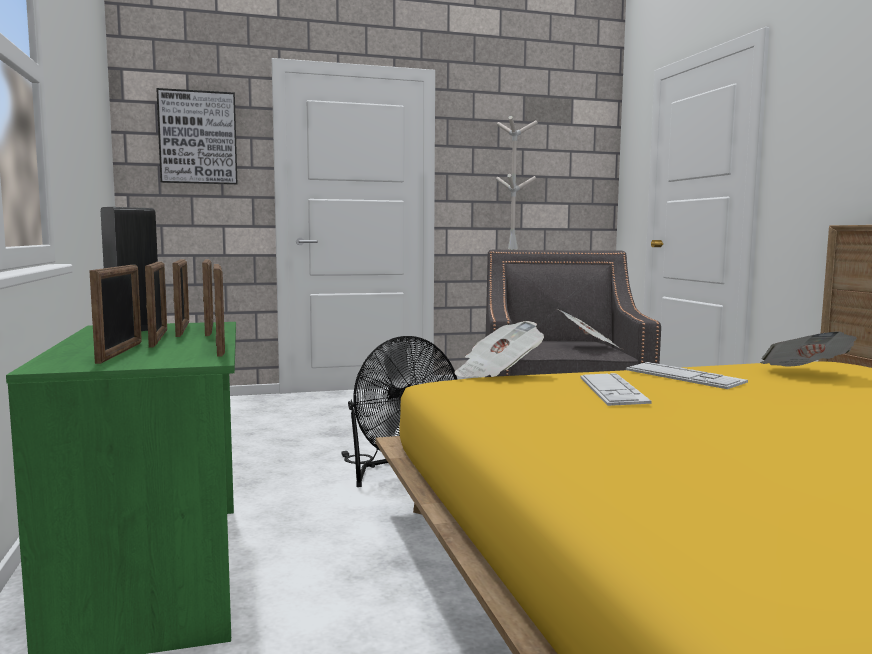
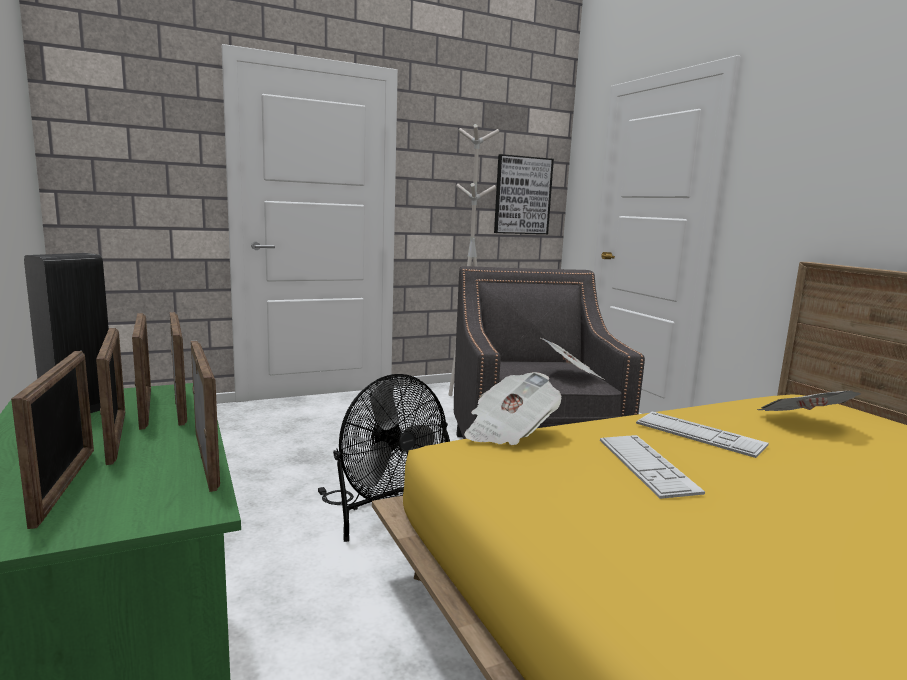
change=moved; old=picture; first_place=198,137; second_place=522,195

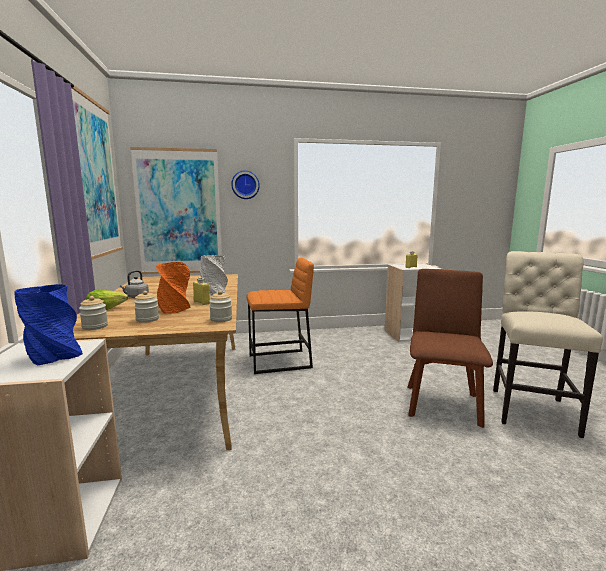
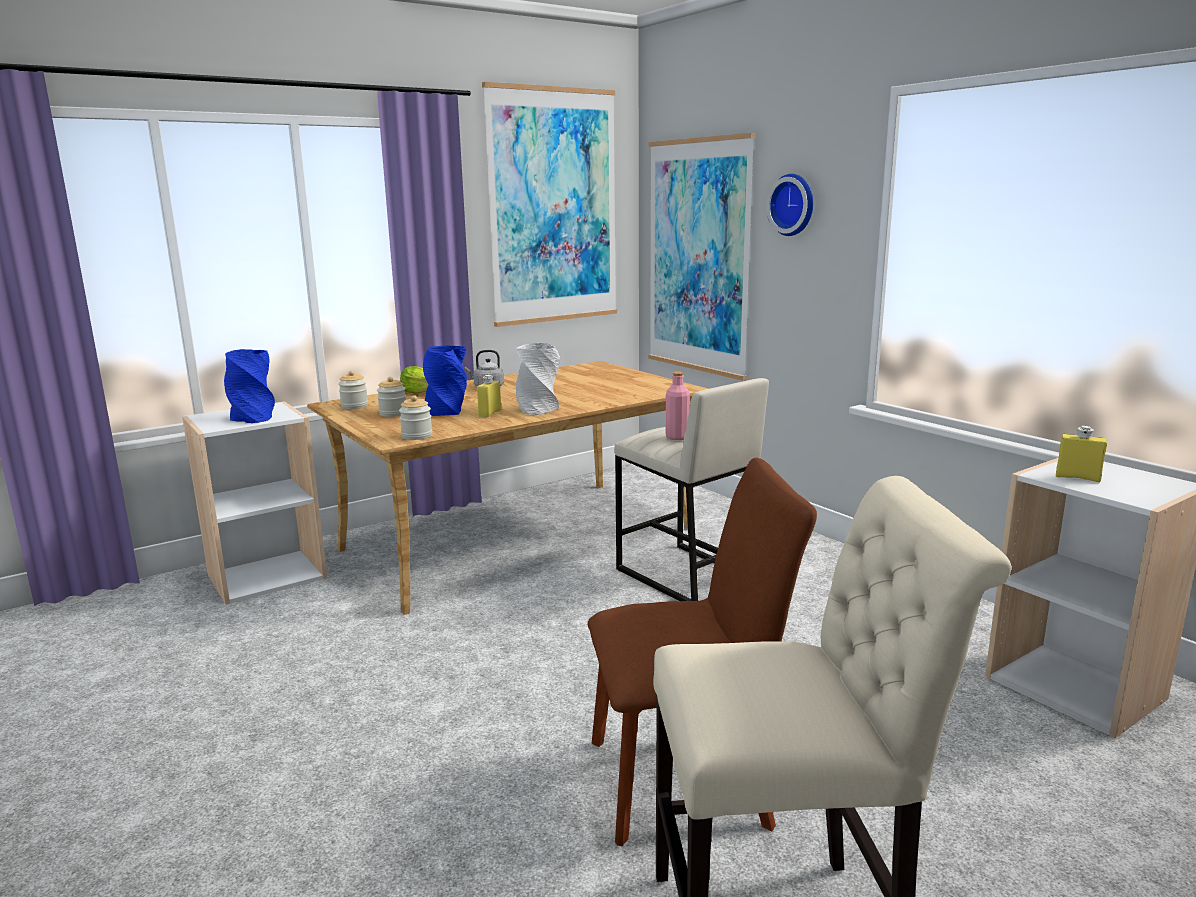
change=recoloured; old=vase/orange; new=vase/blue; first_place=174,309; second_place=447,411
change=recoloured; old=stool/orange; new=stool/beige; first_place=280,361; second_place=687,574
change=added; new=bottle/pink; second_place=677,437

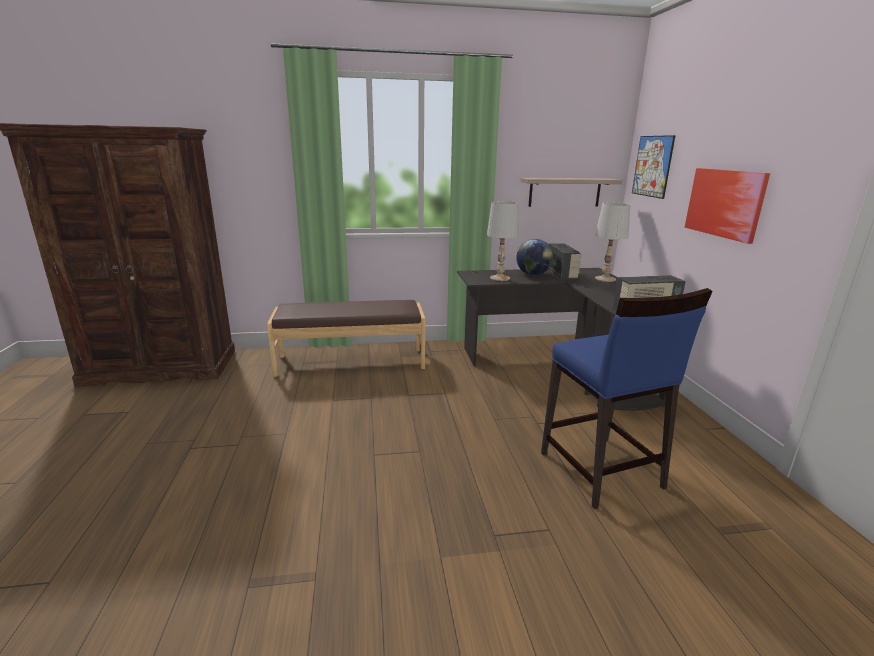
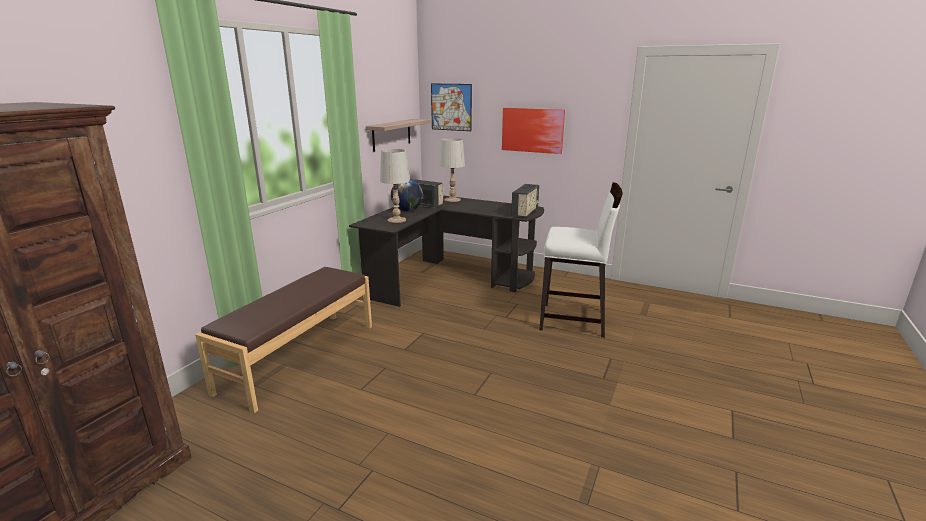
change=recoloured; old=stool/blue; new=stool/white; first_place=600,471; second_place=573,320

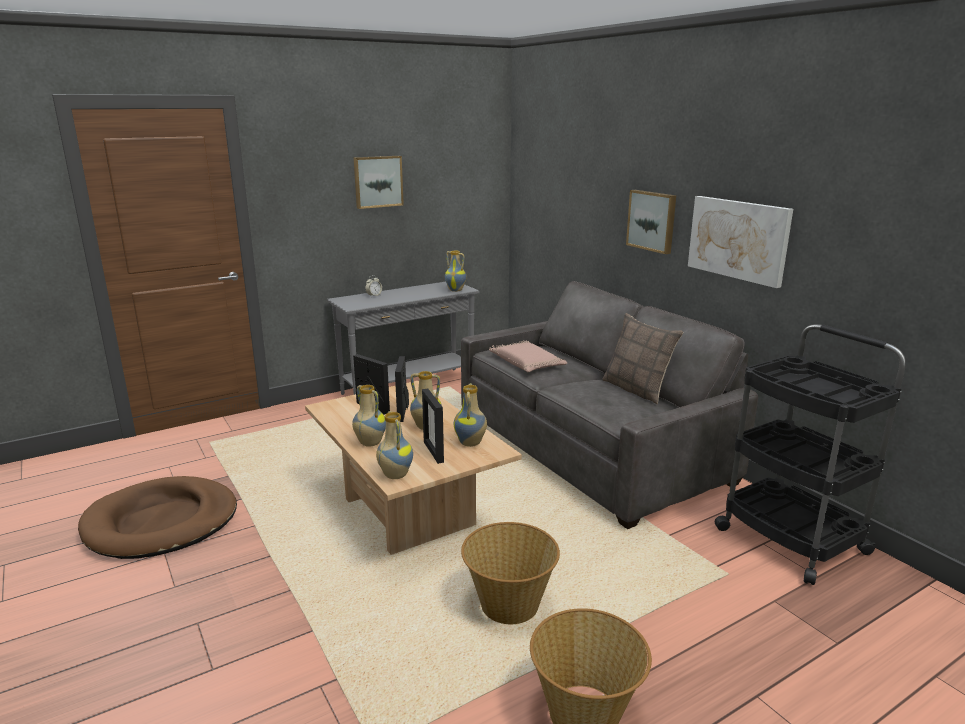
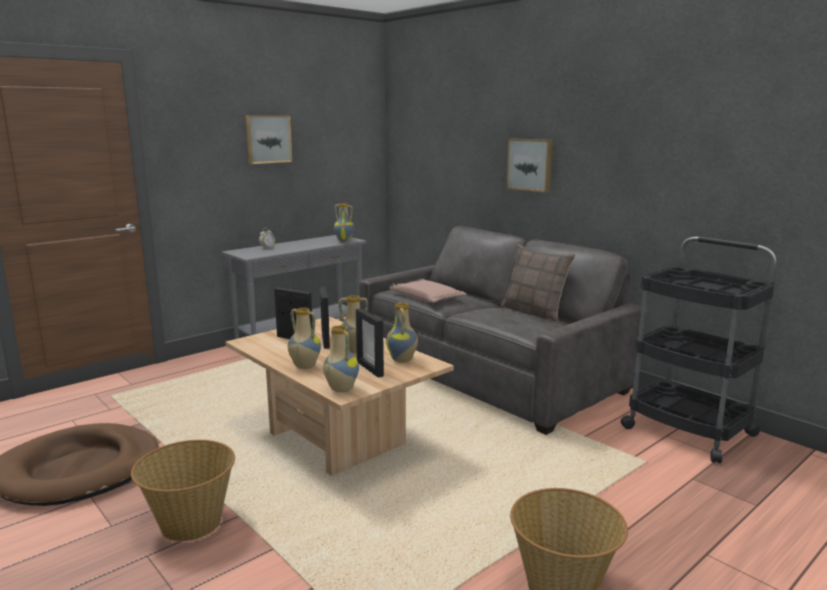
change=moved; old=basket; first_place=509,606; second_place=190,524
change=removed; old=picture; first_place=738,239

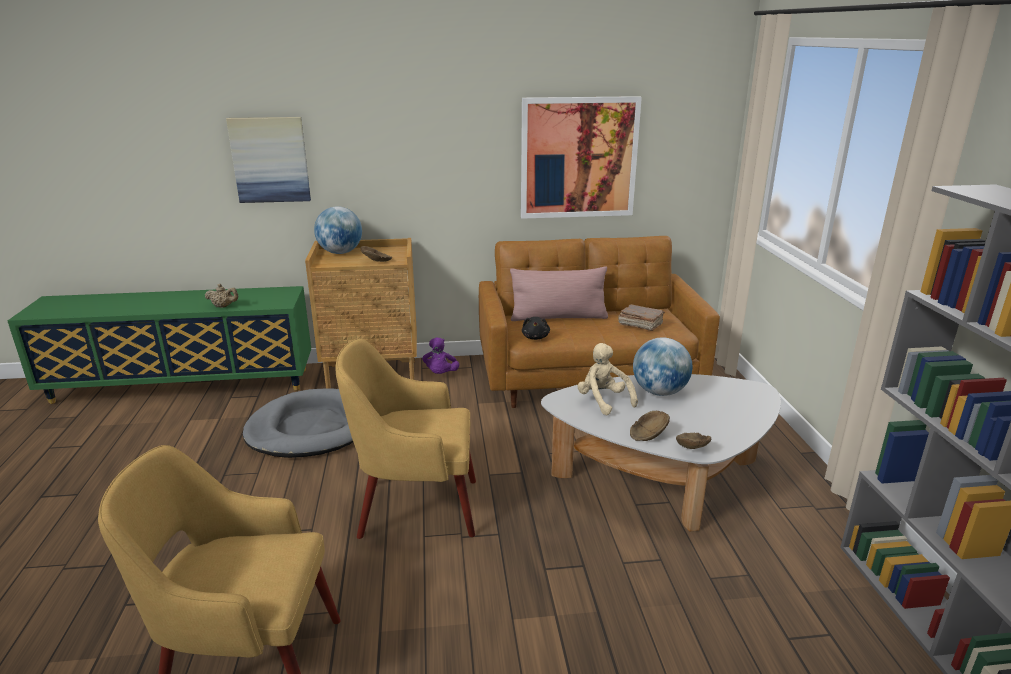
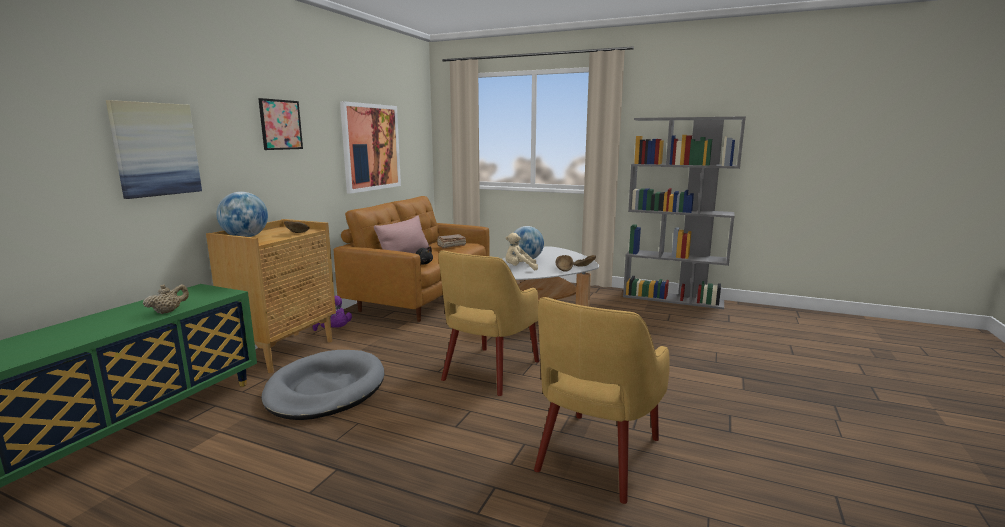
change=added; new=picture; second_place=281,124

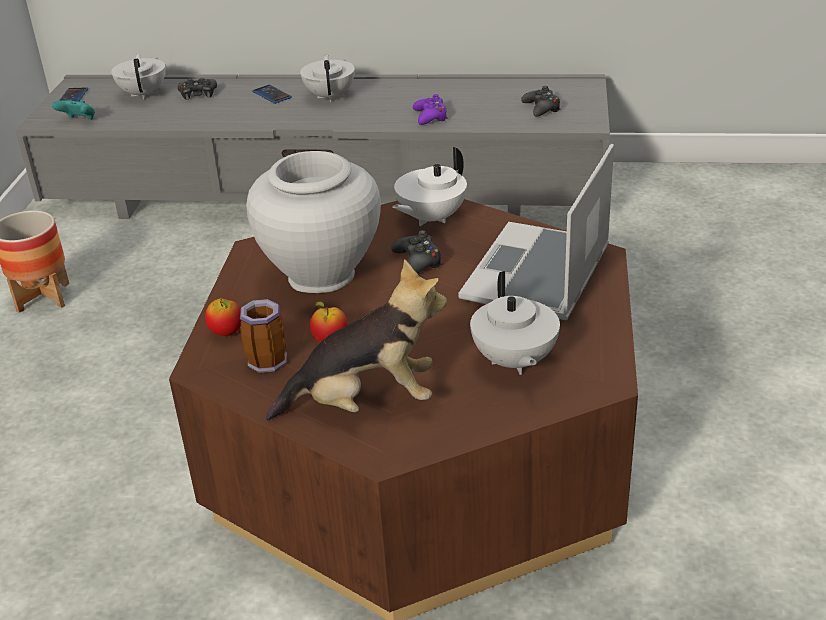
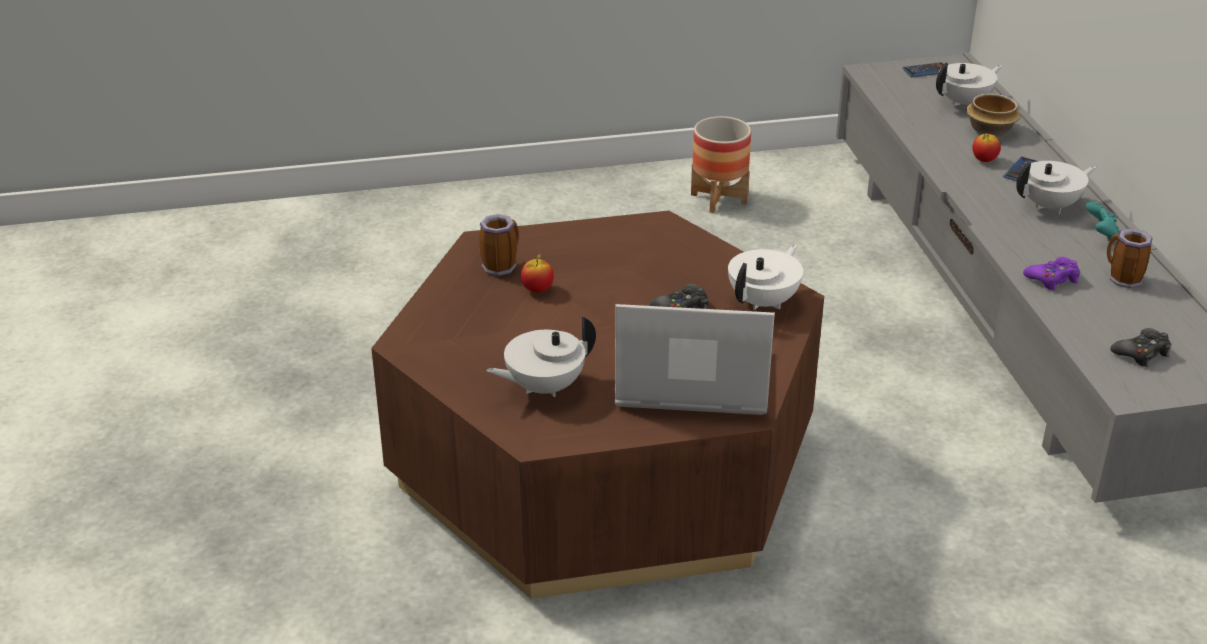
change=moved; old=game controller/turquoise; first_place=78,121; second_place=1101,235
change=replaced; old=game controller/black; new=bowl; first_place=198,94; second_place=989,130
change=moved; old=apple; first_place=226,333; second_place=984,160
change=removed; old=vase/white; first_place=321,276
change=removed; old=plush toy; first_place=366,402
change=turned; old=teapot/white; first_place=430,218; second_place=764,301; degrees=105
change=added; new=mug; second_place=1121,279

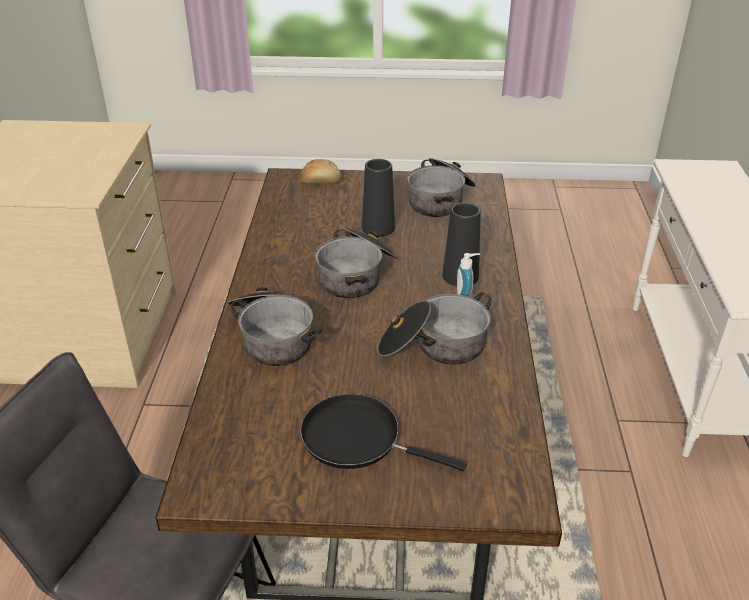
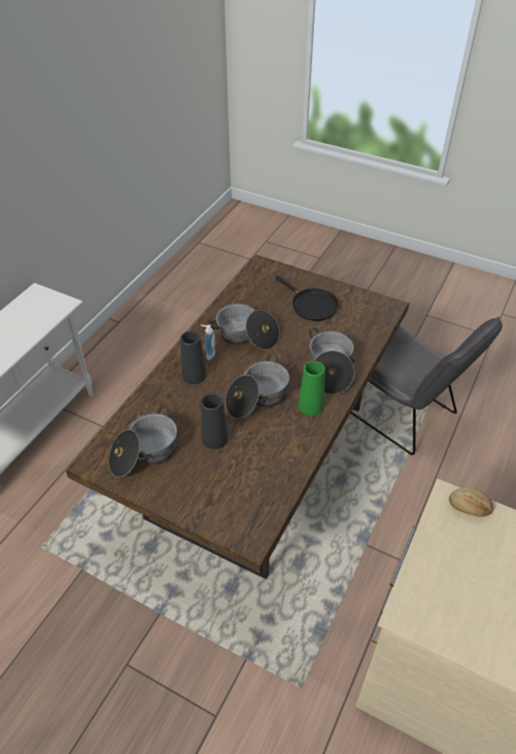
change=moved; old=bread; first_place=320,181; second_place=469,508
change=added; new=vase/green; second_place=310,406

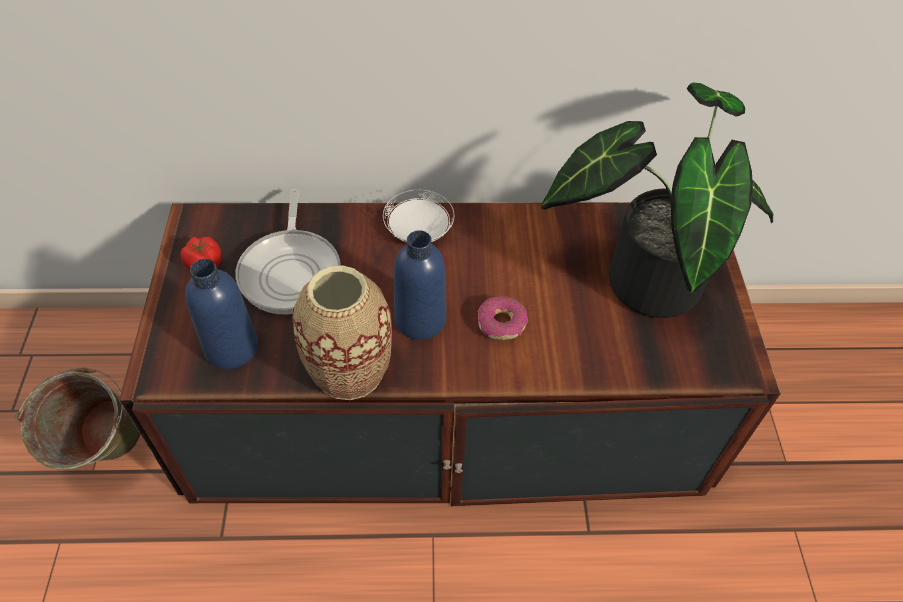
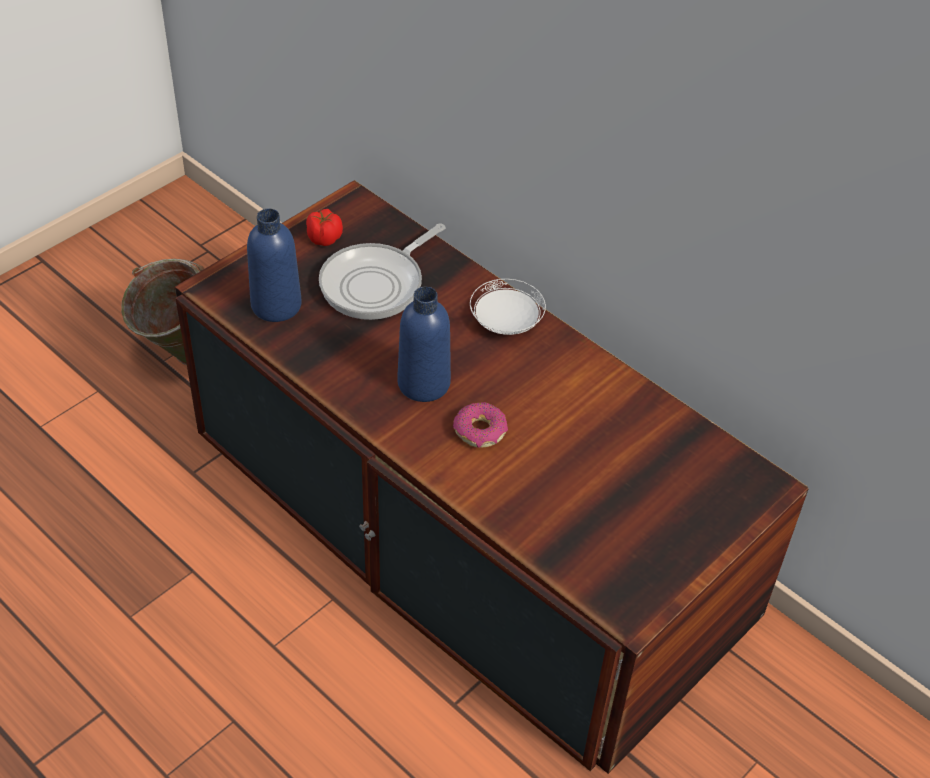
change=removed; old=vase; first_place=349,371
change=removed; old=potted plant; first_place=643,277

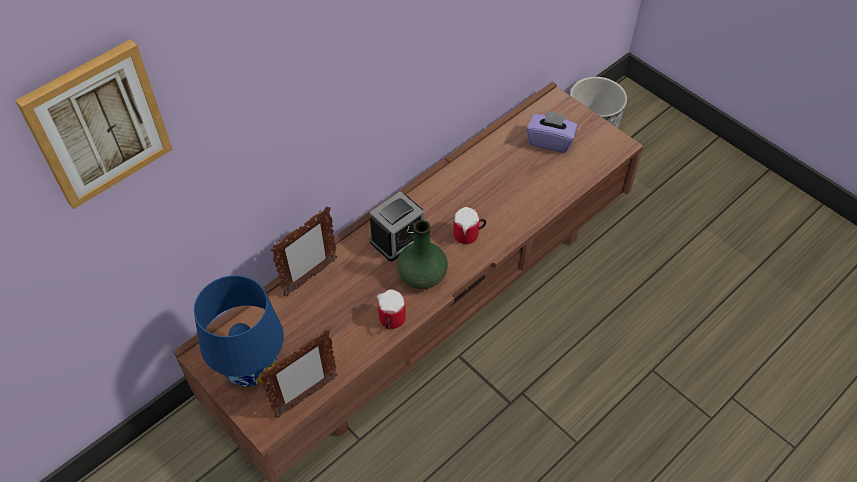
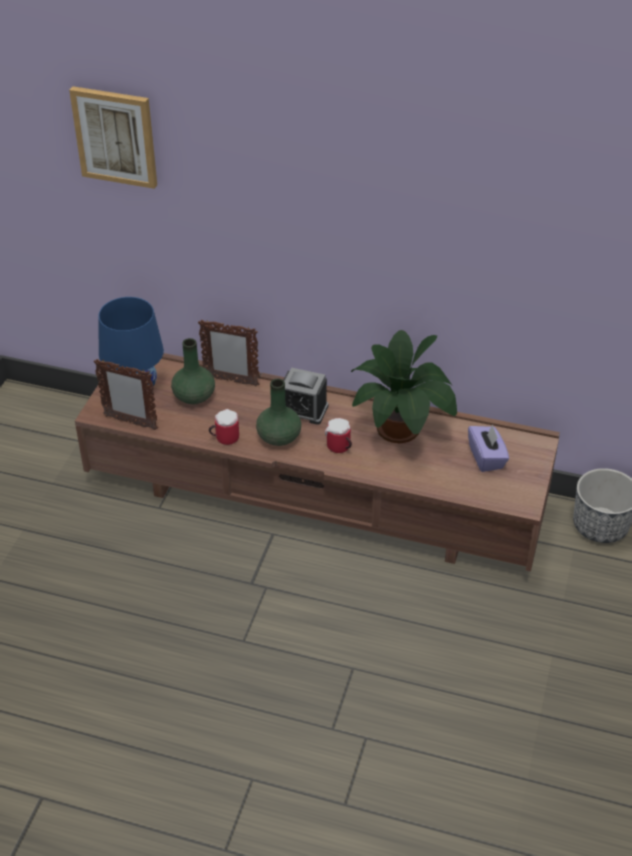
change=added; new=vase/green; second_place=193,396
change=added; new=potted plant; second_place=401,430

